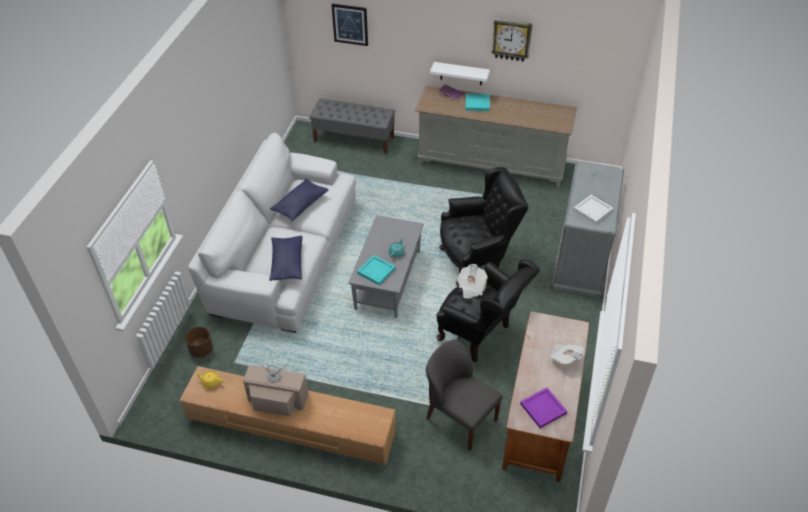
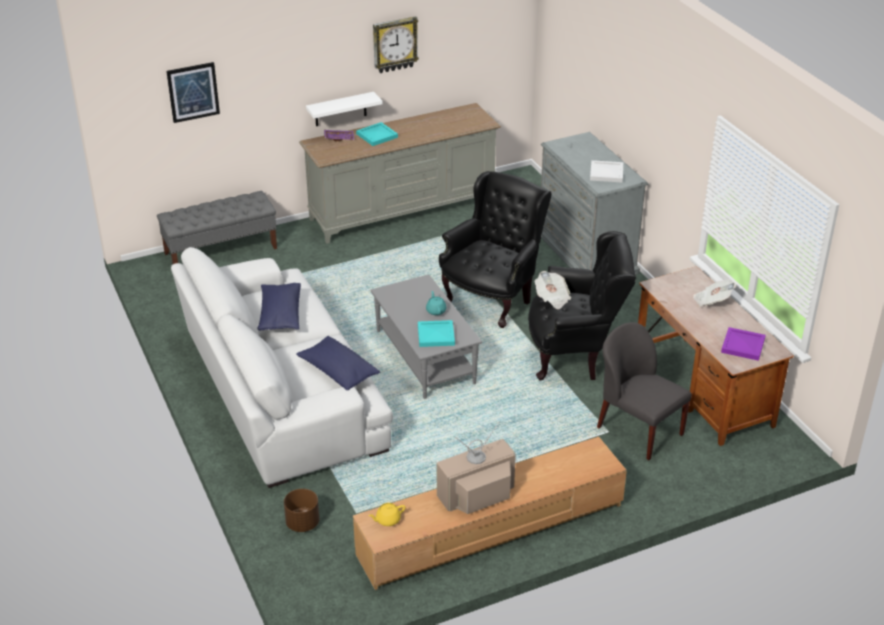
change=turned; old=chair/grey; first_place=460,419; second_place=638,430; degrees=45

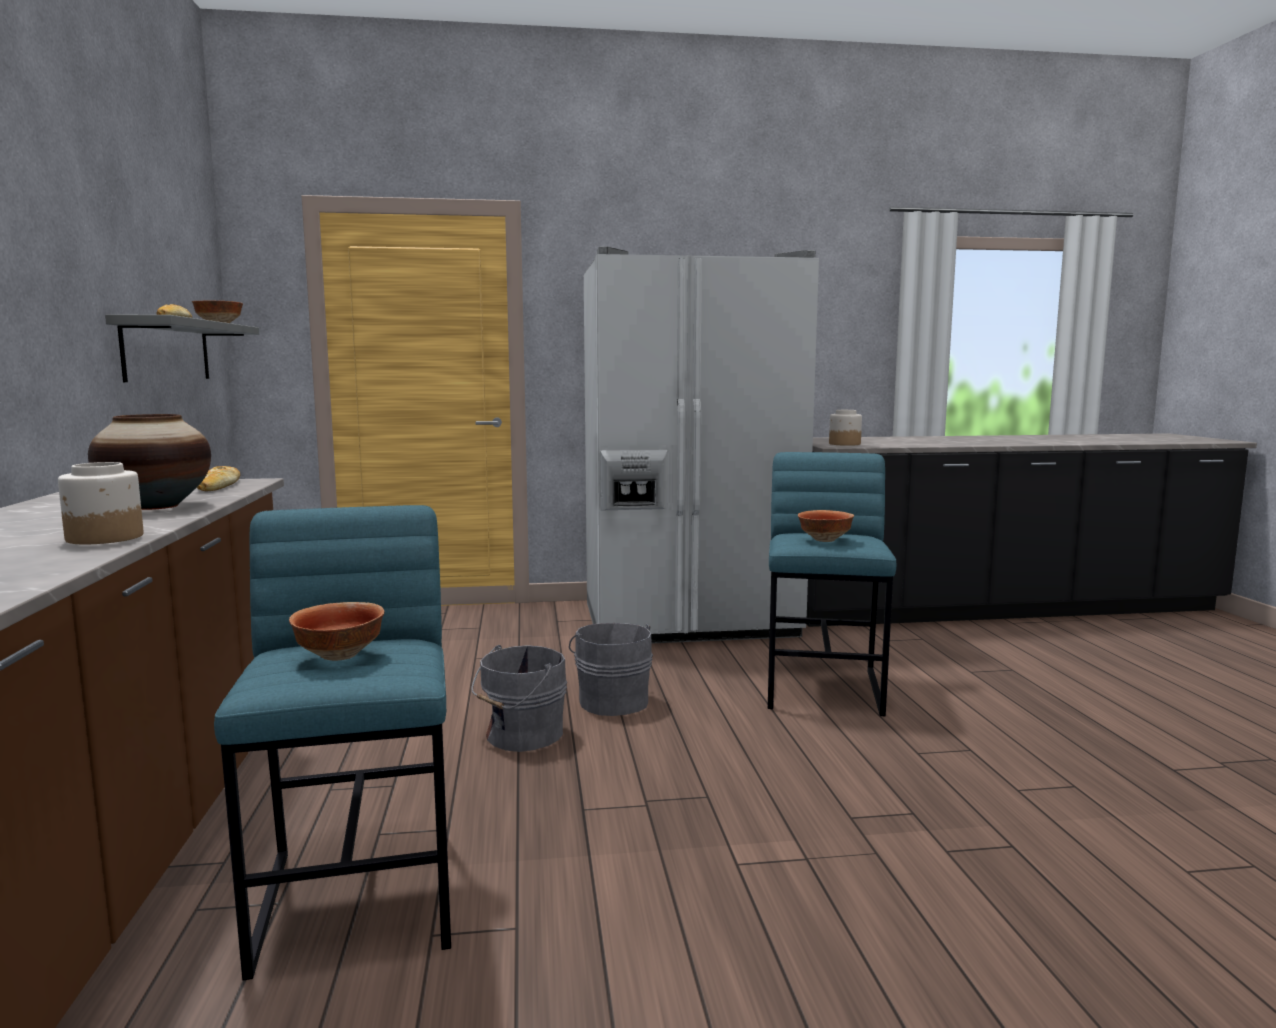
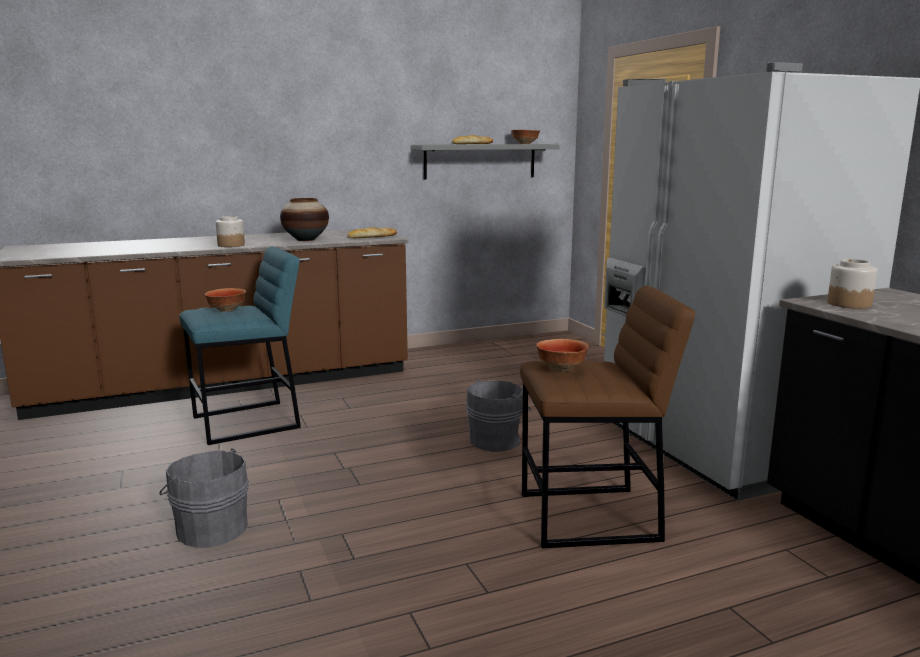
change=moved; old=bucket/grey; first_place=521,735; second_place=210,529
change=recoloured; old=stool/blue; new=stool/brown; first_place=822,687; second_place=592,516

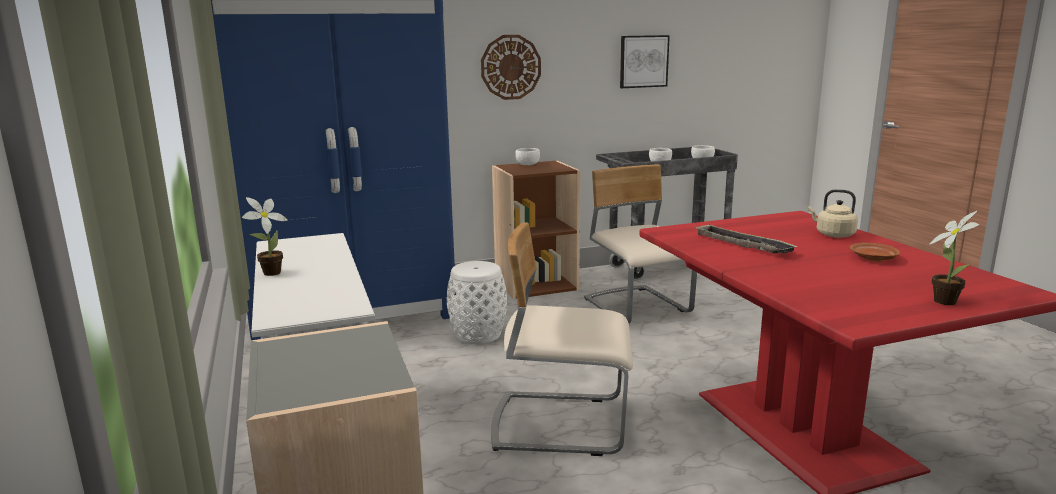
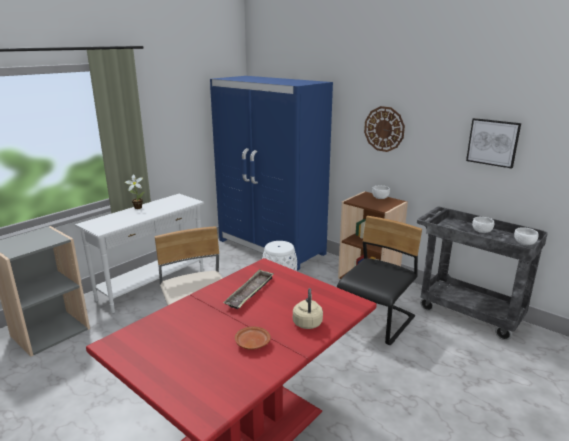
change=recoloured; old=chair/beige; new=chair/black; first_place=637,307; second_place=376,322
change=removed; old=potted plant; first_place=944,300

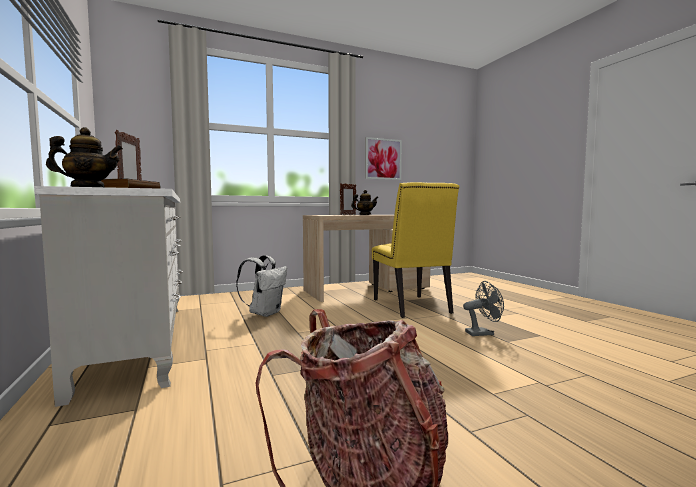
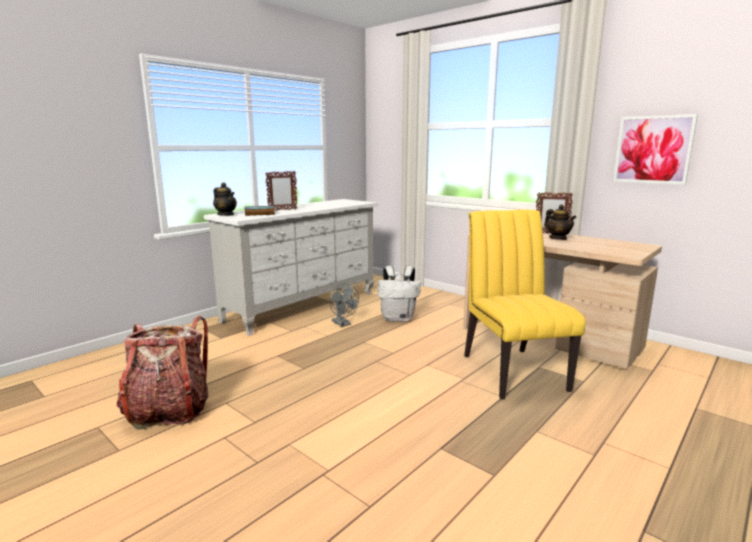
change=turned; old=chair/yellow; first_place=410,306; second_place=514,373; degrees=120
change=moved; old=fan/grey; first_place=483,333; second_place=343,324

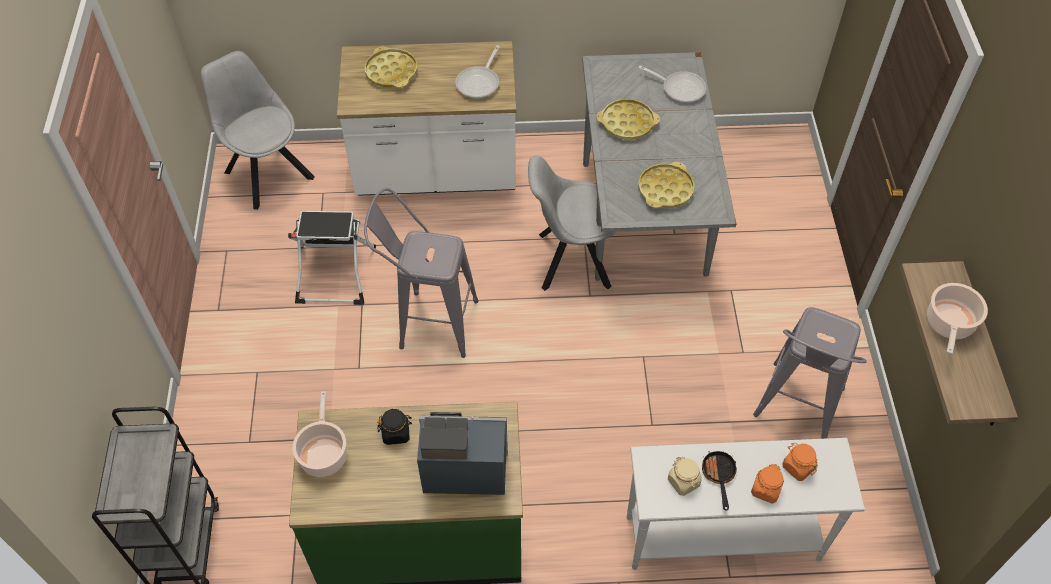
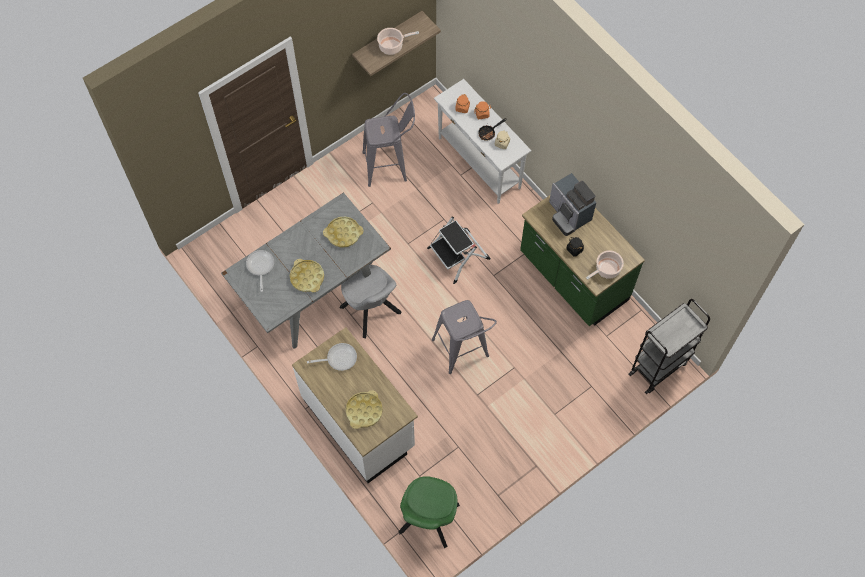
change=recoloured; old=chair/grey; new=chair/green; first_place=268,173; second_place=428,520
change=moved; old=step ladder; first_place=334,271; second_place=458,255

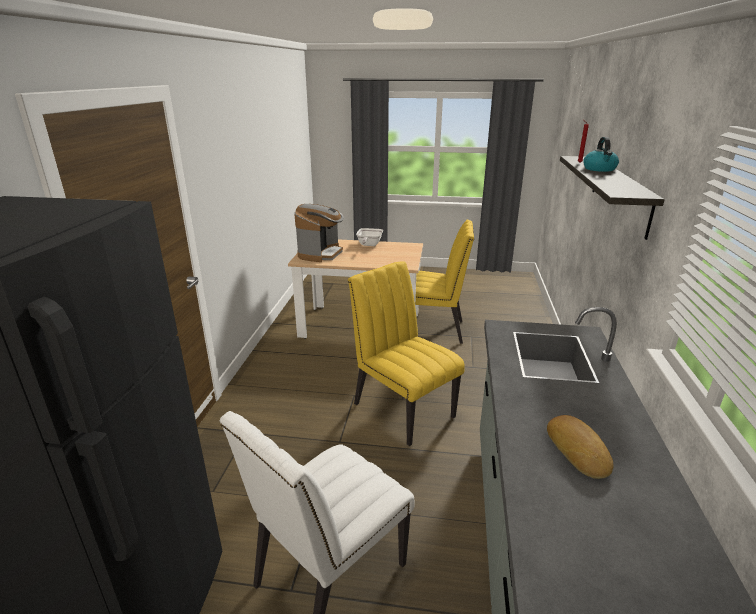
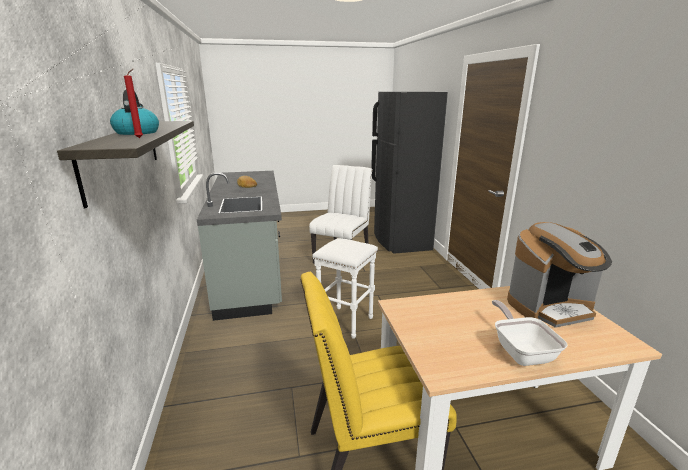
change=turned; old=coffee machine; first_place=321,254; second_place=550,307; degrees=-105
change=replaced; old=chair/yellow; new=stool/white; first_place=404,411; second_place=346,322

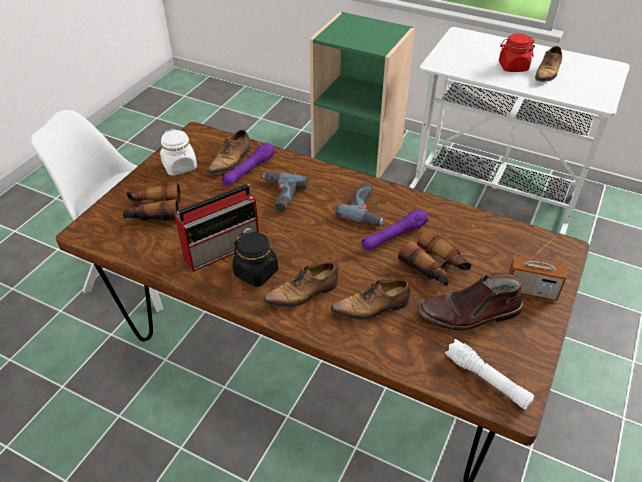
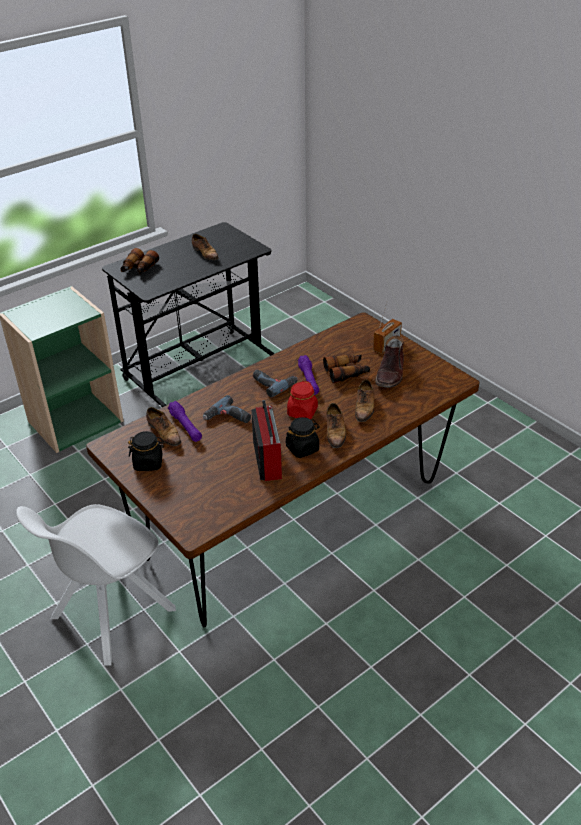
change=moved; old=binoculars; first_place=153,211; second_place=138,269
change=recoloured; old=jar/white; new=jar/black; first_place=180,166; second_place=148,463
change=recoloured; old=desk/white; new=desk/black; first_place=492,198; second_place=199,370
change=removed; old=flashlight/white; first_place=487,380
change=moved; old=jar/red; first_place=513,67; second_place=302,412

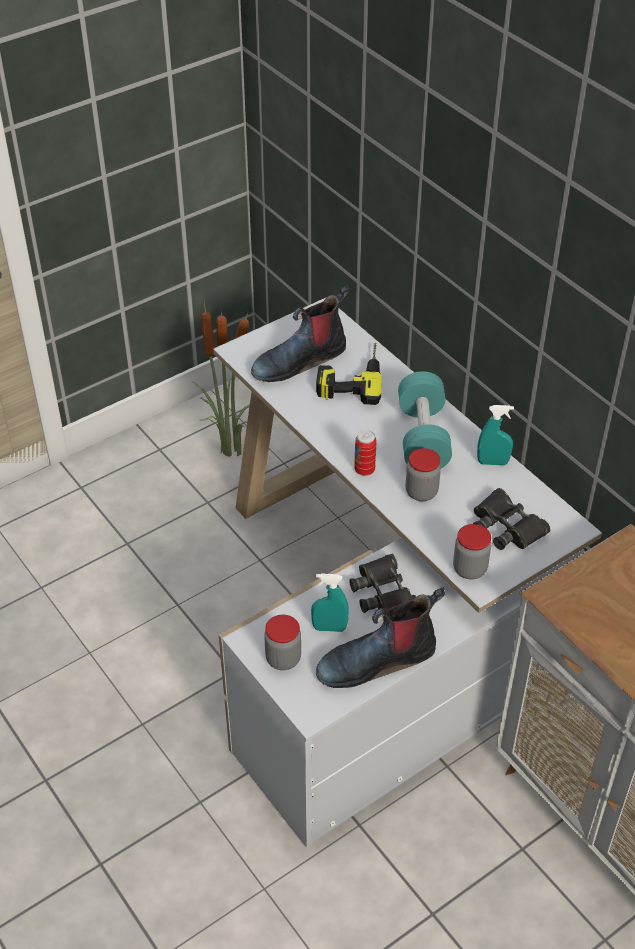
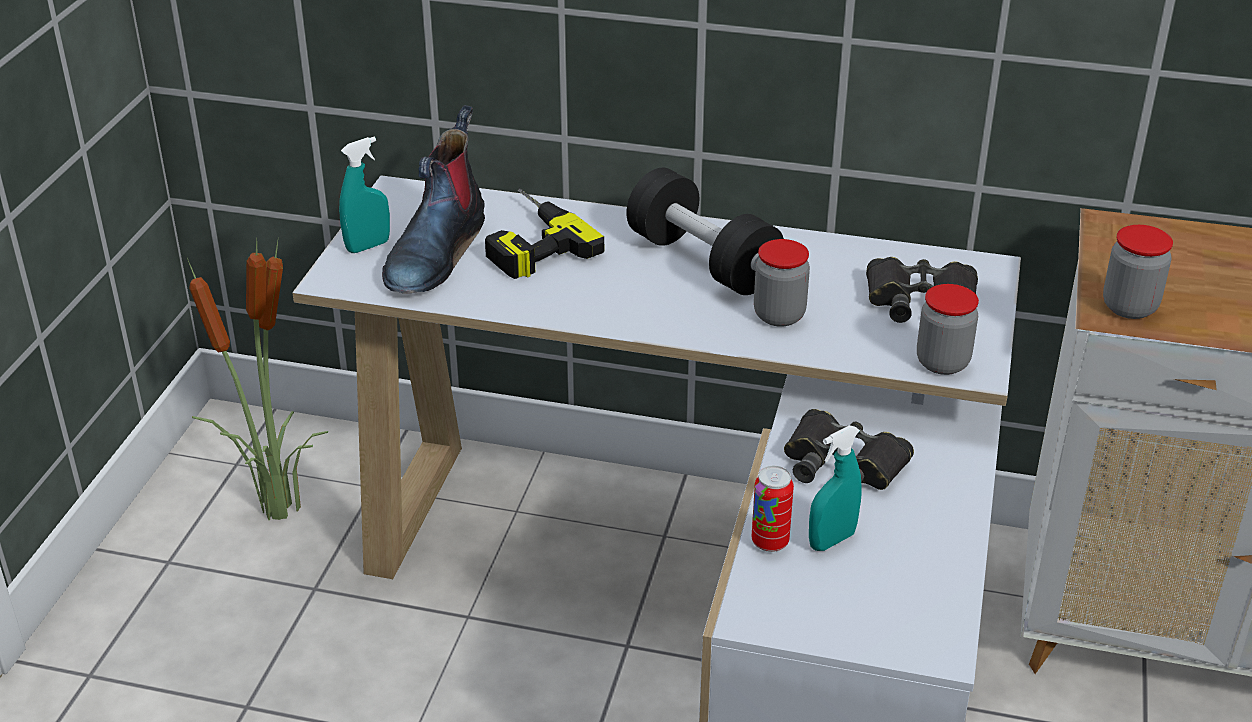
change=moved; old=jar; first_place=283,659; second_place=1129,307
change=removed; old=boot; first_place=377,659
change=moved; old=can; first_place=364,470; second_place=770,542
change=recoloured; old=dumbbell/turquoise; new=dumbbell/black; first_place=423,437; second_place=702,261
change=moved; old=spray bottle/turquoise; first_place=492,462; second_place=368,246

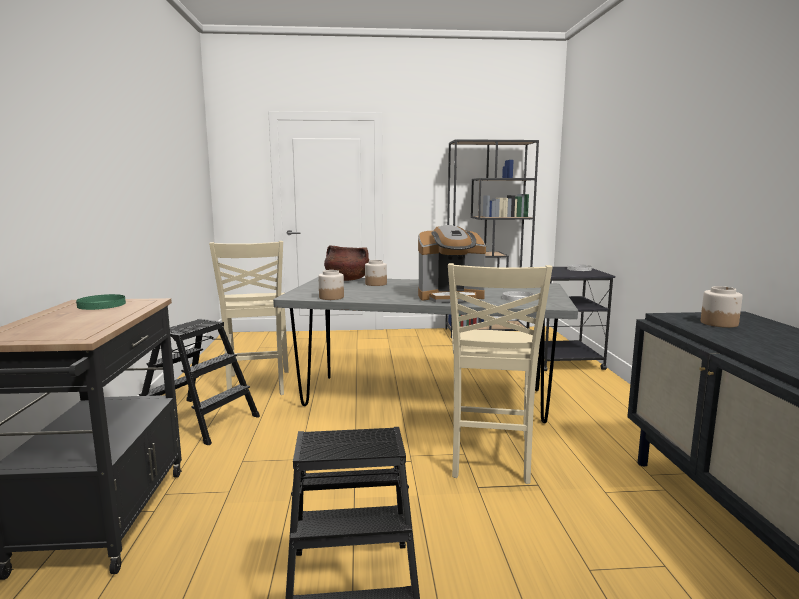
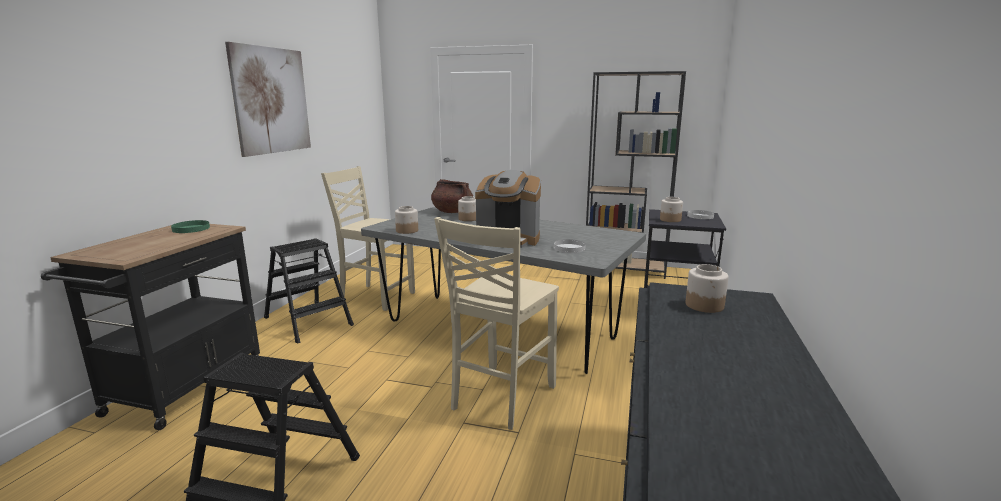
change=turned; old=chair/beige; first_place=257,385; second_place=376,296; degrees=105
change=added; new=picture; second_place=271,100
change=added; new=jar; second_place=670,220

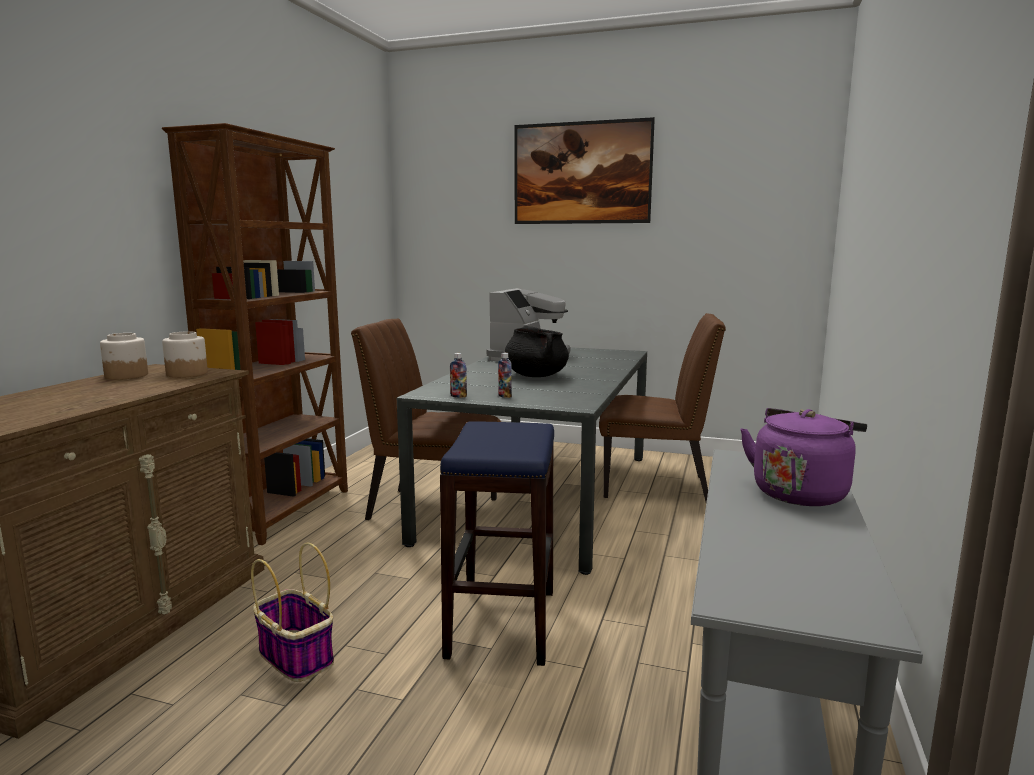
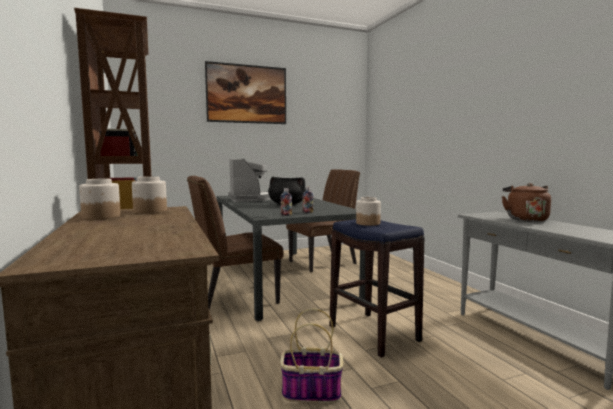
change=recoloured; old=kettle/purple; new=kettle/brown; first_place=800,492; second_place=525,219
change=added; new=jar; second_place=368,223

